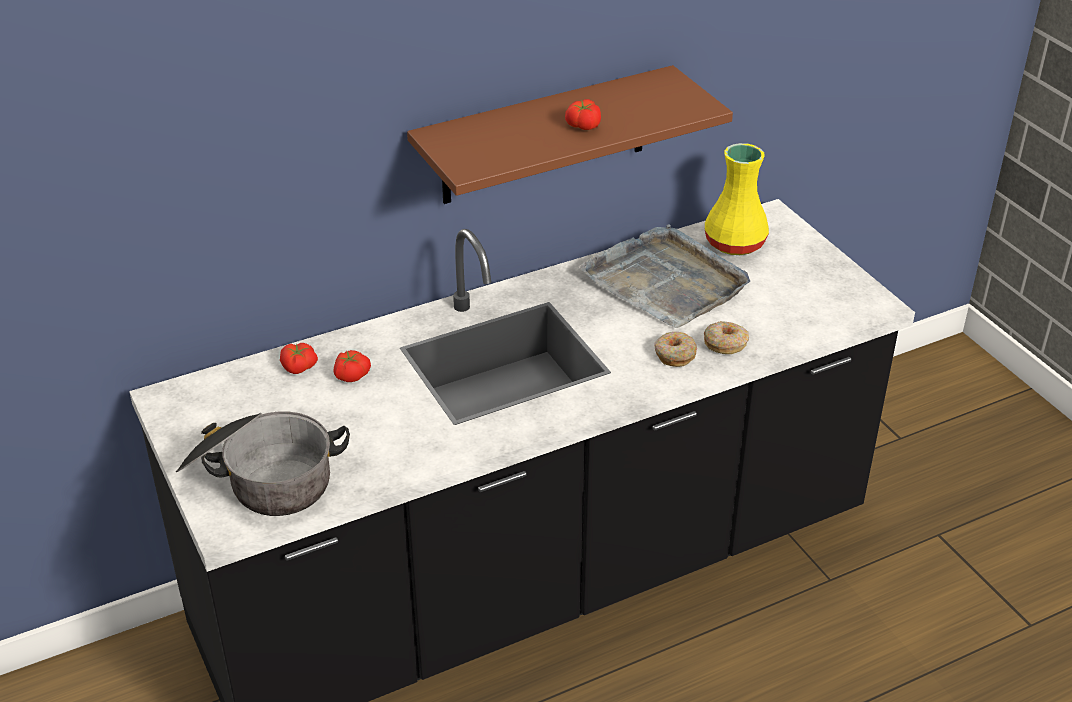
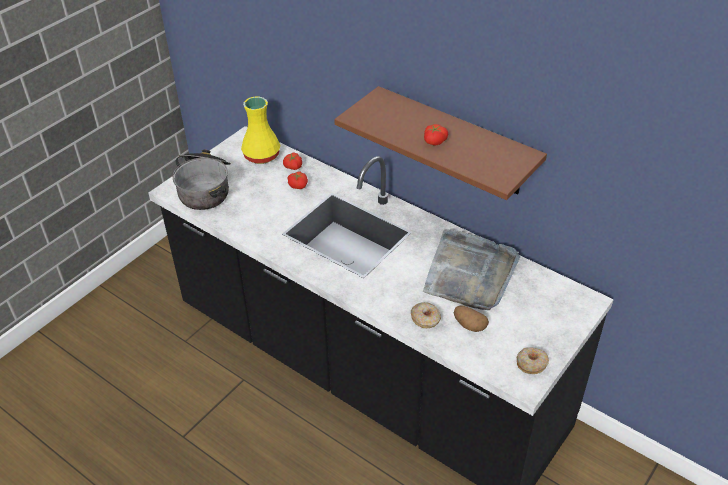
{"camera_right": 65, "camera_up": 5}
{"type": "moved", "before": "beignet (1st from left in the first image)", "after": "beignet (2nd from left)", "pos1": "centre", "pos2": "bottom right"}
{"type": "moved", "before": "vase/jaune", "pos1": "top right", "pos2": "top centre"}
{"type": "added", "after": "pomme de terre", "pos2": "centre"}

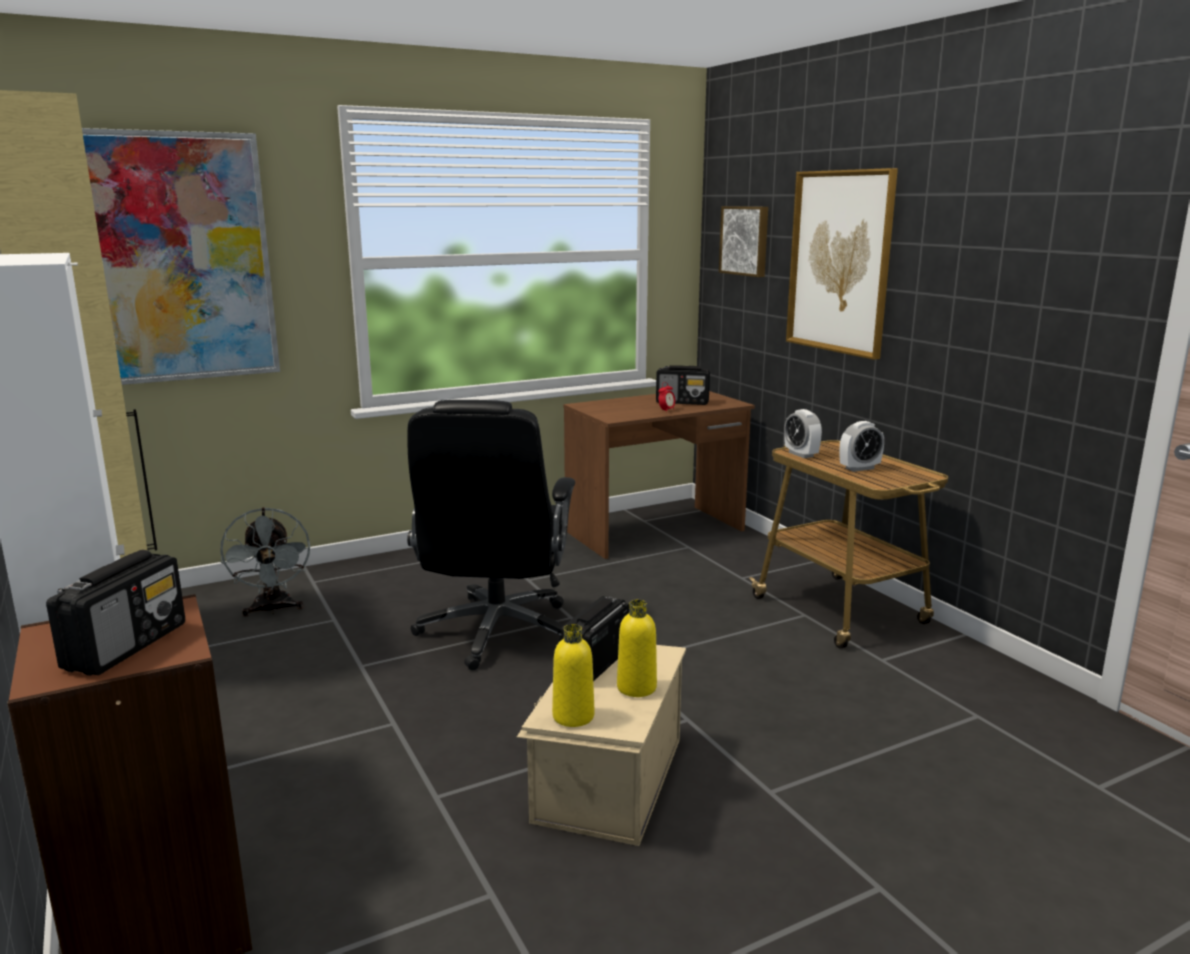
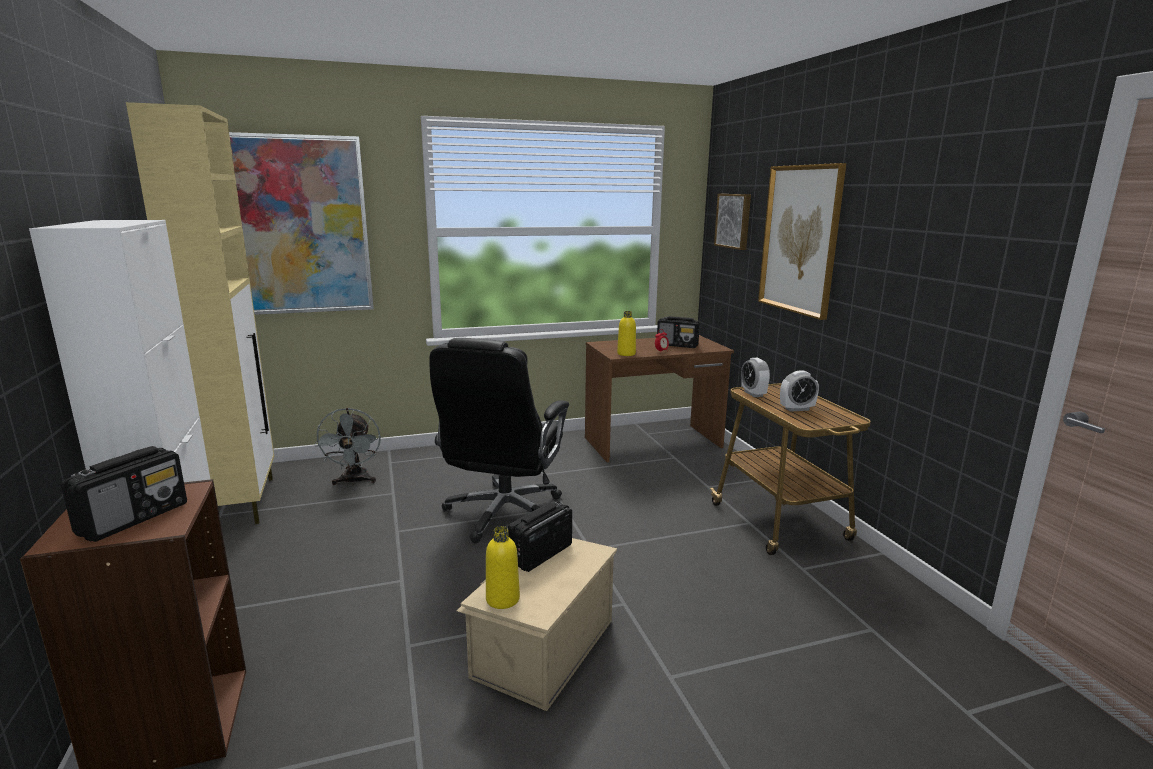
{"camera_right": 10, "camera_up": 0}
{"type": "moved", "before": "bouteille/jaune (2nd from left)", "pos1": "bottom centre", "pos2": "centre"}

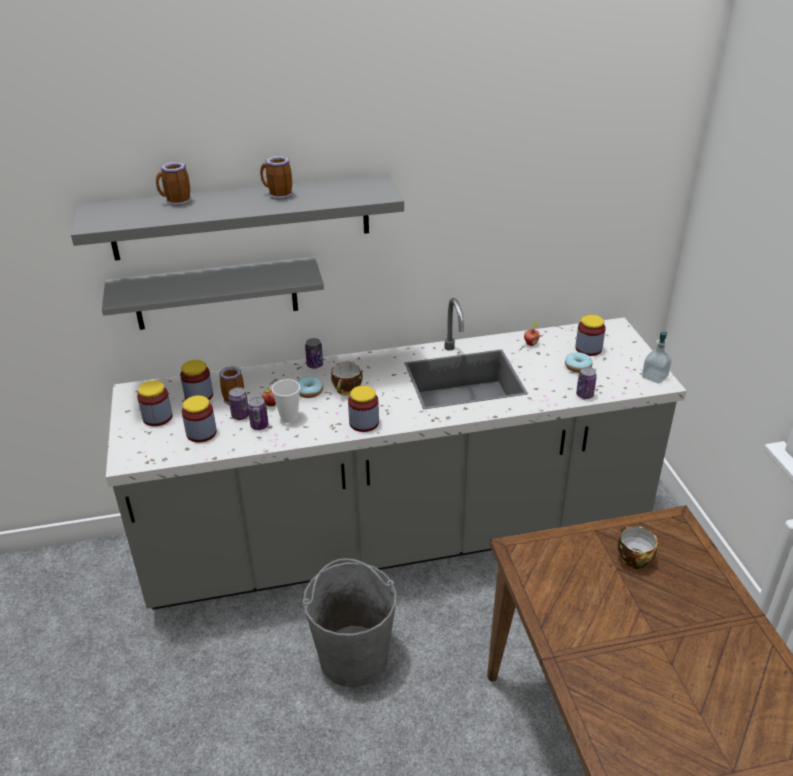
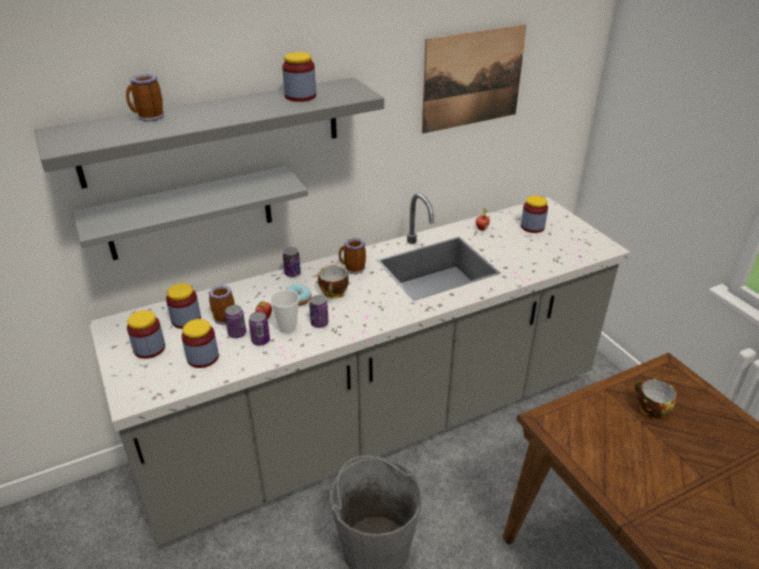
{"camera_right": -15, "camera_up": 0}
{"type": "moved", "before": "mug (3rd from left)", "pos1": "top centre", "pos2": "centre"}
{"type": "moved", "before": "bocal (4th from left)", "pos1": "centre", "pos2": "top centre"}
{"type": "removed", "before": "beignet (2nd from left)", "pos1": "middle right"}
{"type": "moved", "before": "boîte métallique (4th from left)", "pos1": "middle right", "pos2": "centre"}
{"type": "removed", "before": "distributeur de savon", "pos1": "middle right"}
{"type": "added", "after": "tableau", "pos2": "top centre"}

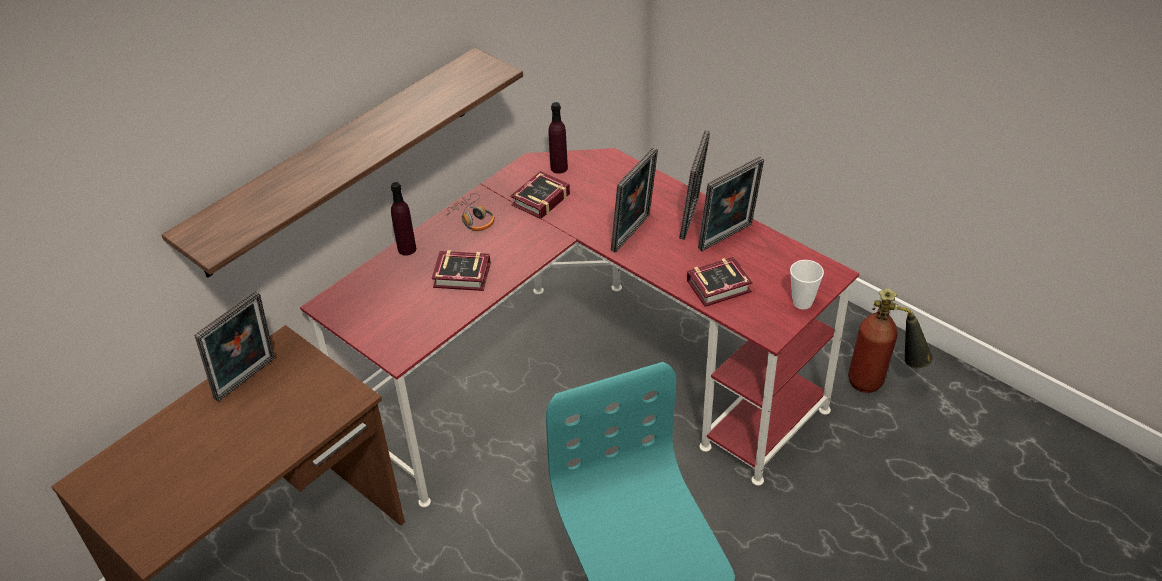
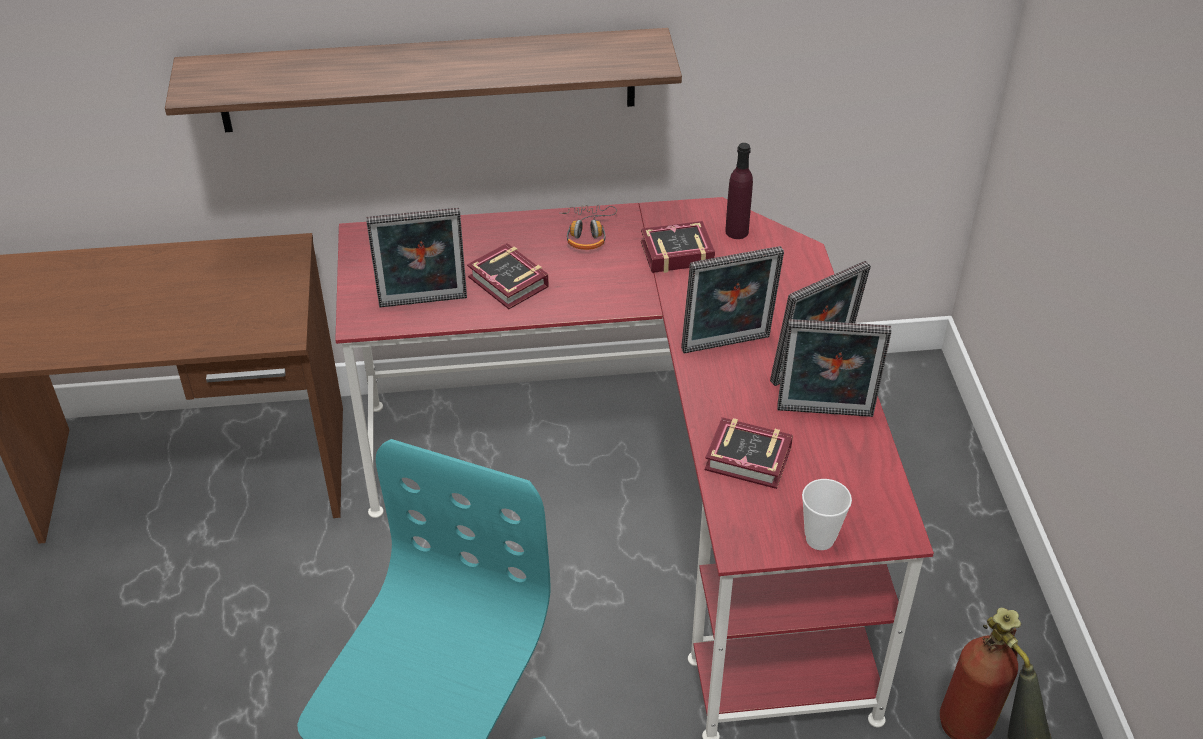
{"camera_right": 40, "camera_up": 0}
{"type": "moved", "before": "cadre photo (1st from left)", "pos1": "middle left", "pos2": "centre"}
{"type": "removed", "before": "bouteille/violet (1st from left)", "pos1": "centre"}

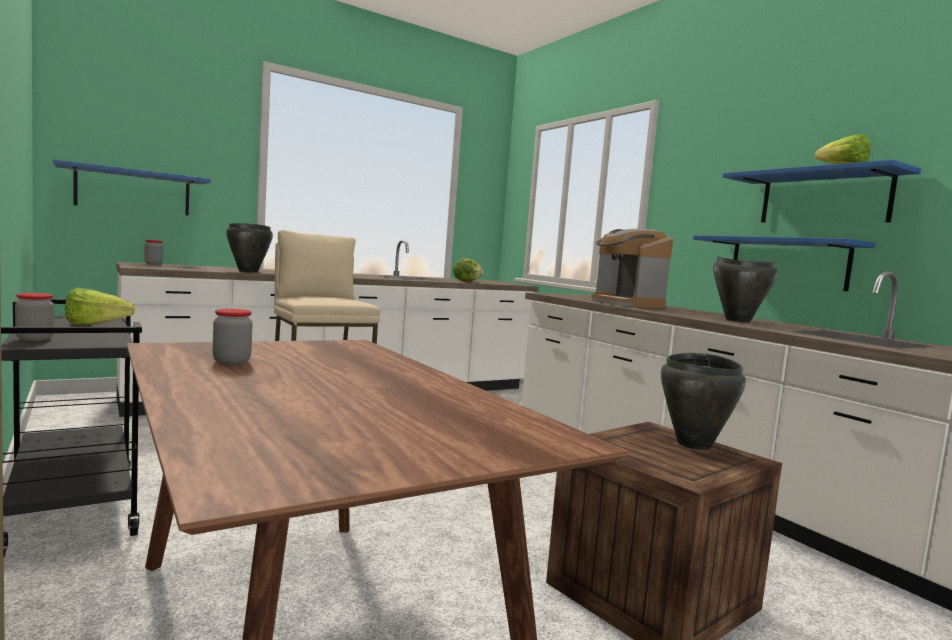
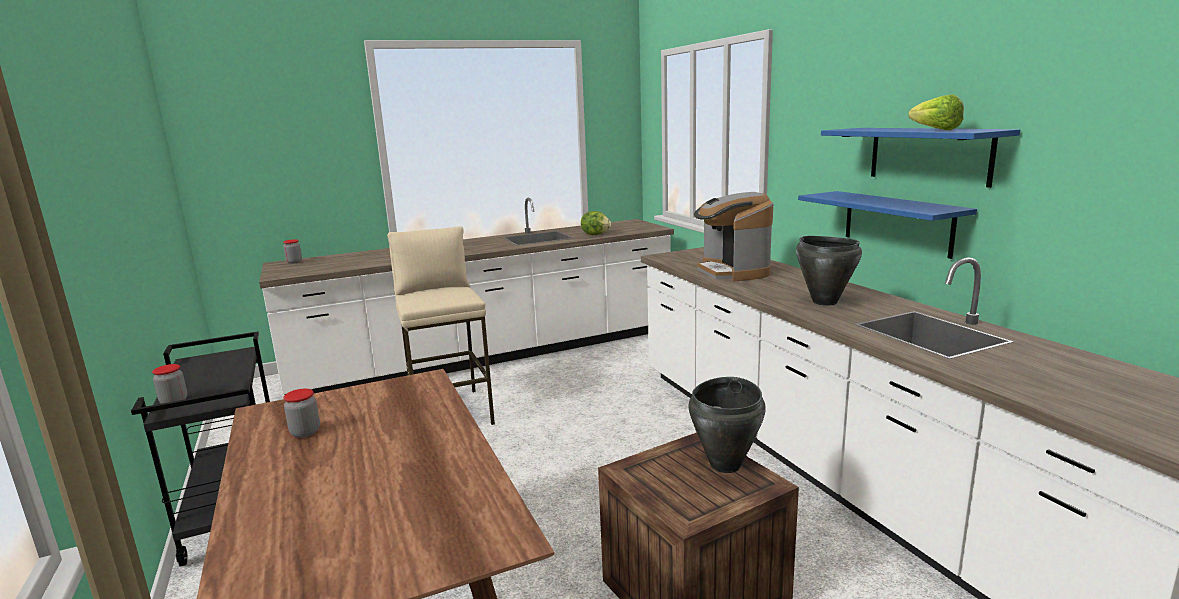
{"camera_right": 10, "camera_up": 10}
{"type": "removed", "before": "étagère/bleu (1st from left)", "pos1": "top left"}
{"type": "removed", "before": "laitue (1st from left)", "pos1": "middle left"}
{"type": "removed", "before": "marmite/noir (1st from left)", "pos1": "middle left"}

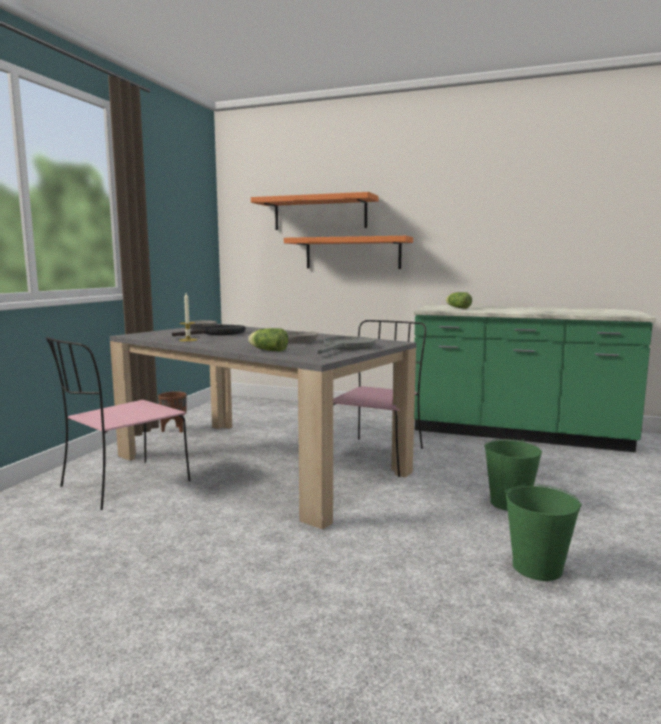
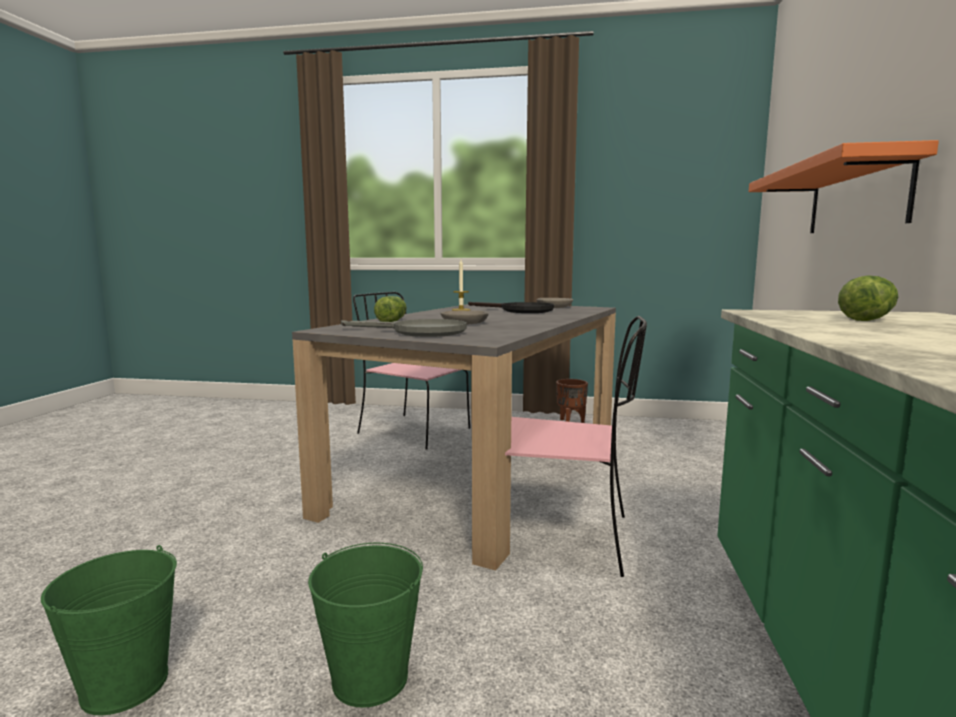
{"camera_right": 80, "camera_up": 0}
{"type": "removed", "before": "étagère/orange (1st from left)", "pos1": "top centre"}

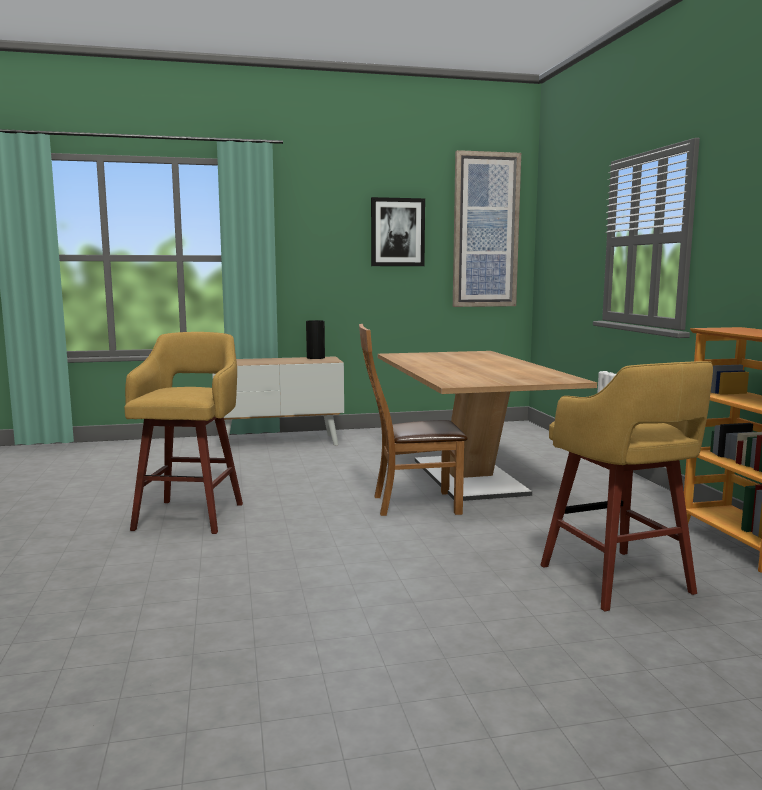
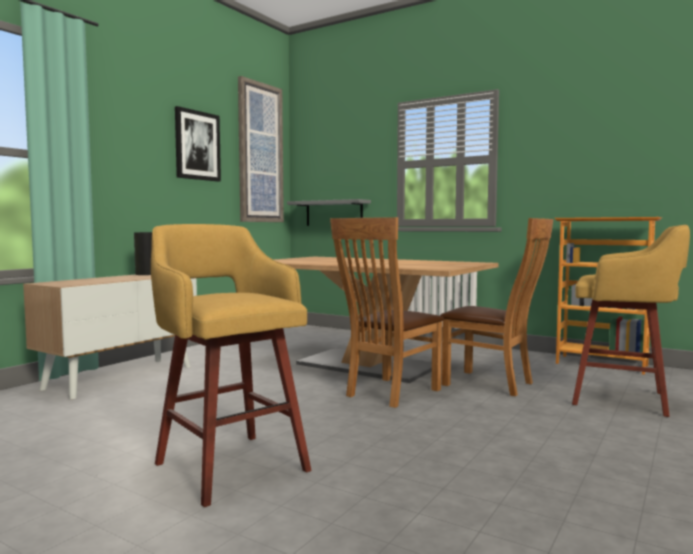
{"camera_right": -45, "camera_up": -5}
{"type": "added", "after": "étagère/gris", "pos2": "centre"}
{"type": "added", "after": "chaise/marron (2nd from left)", "pos2": "middle right"}

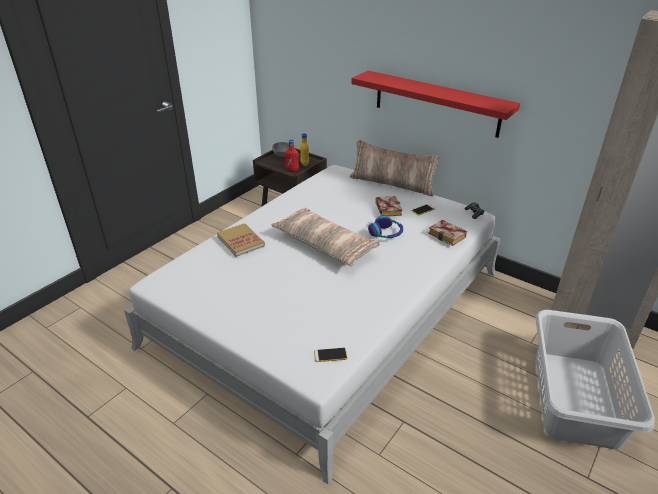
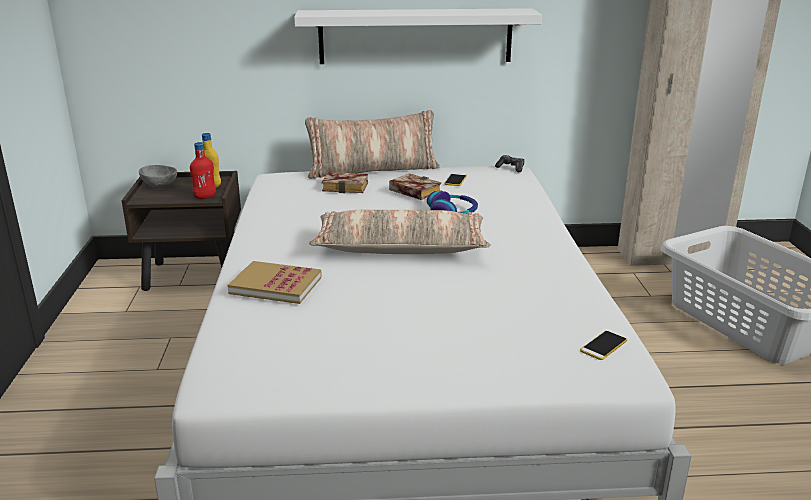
{"camera_right": -40, "camera_up": -10}
{"type": "recoloured", "before": "étagère/rouge", "after": "étagère/blanc", "pos1": "top centre", "pos2": "top centre"}
{"type": "moved", "before": "livre (3rd from left in the first image)", "after": "livre (2nd from left)", "pos1": "middle right", "pos2": "centre"}

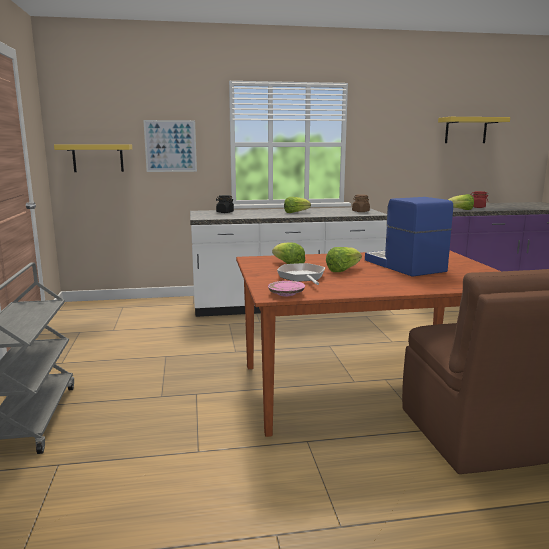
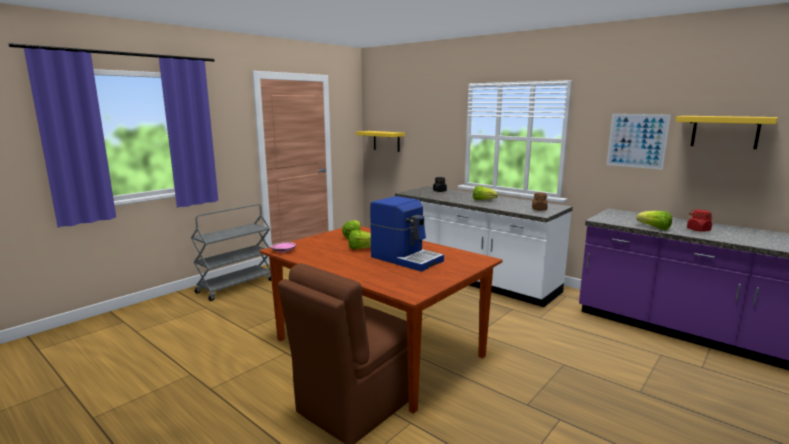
{"camera_right": 50, "camera_up": 0}
{"type": "moved", "before": "tableau", "pos1": "top left", "pos2": "top right"}
{"type": "removed", "before": "poêle", "pos1": "centre"}
{"type": "turned", "before": "machine à café", "pos1": "middle right", "pos2": "centre", "turn": 105}

